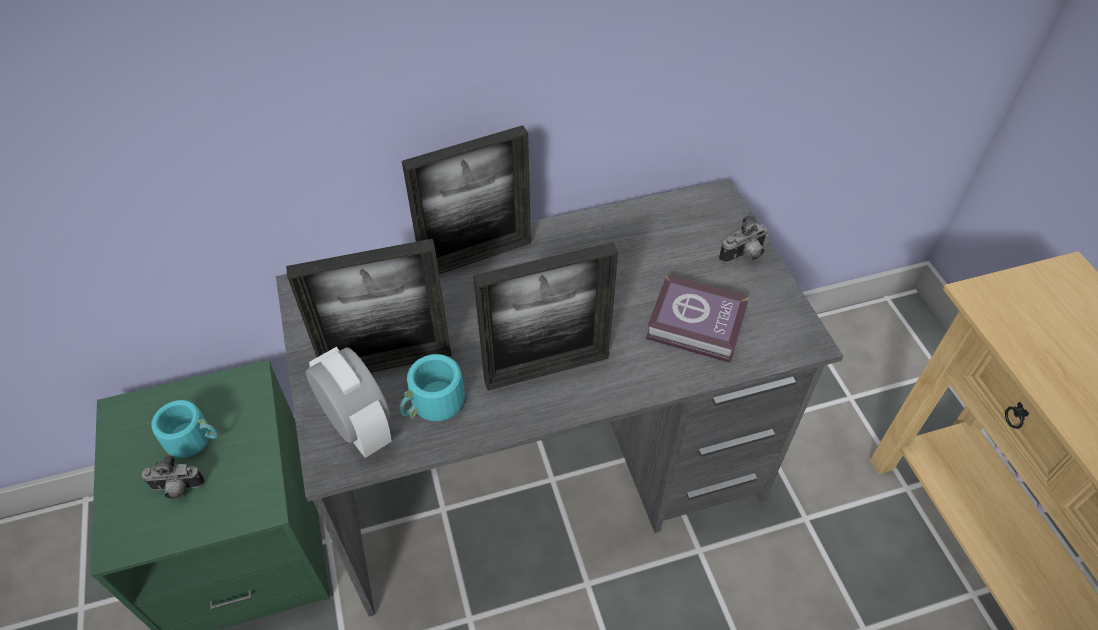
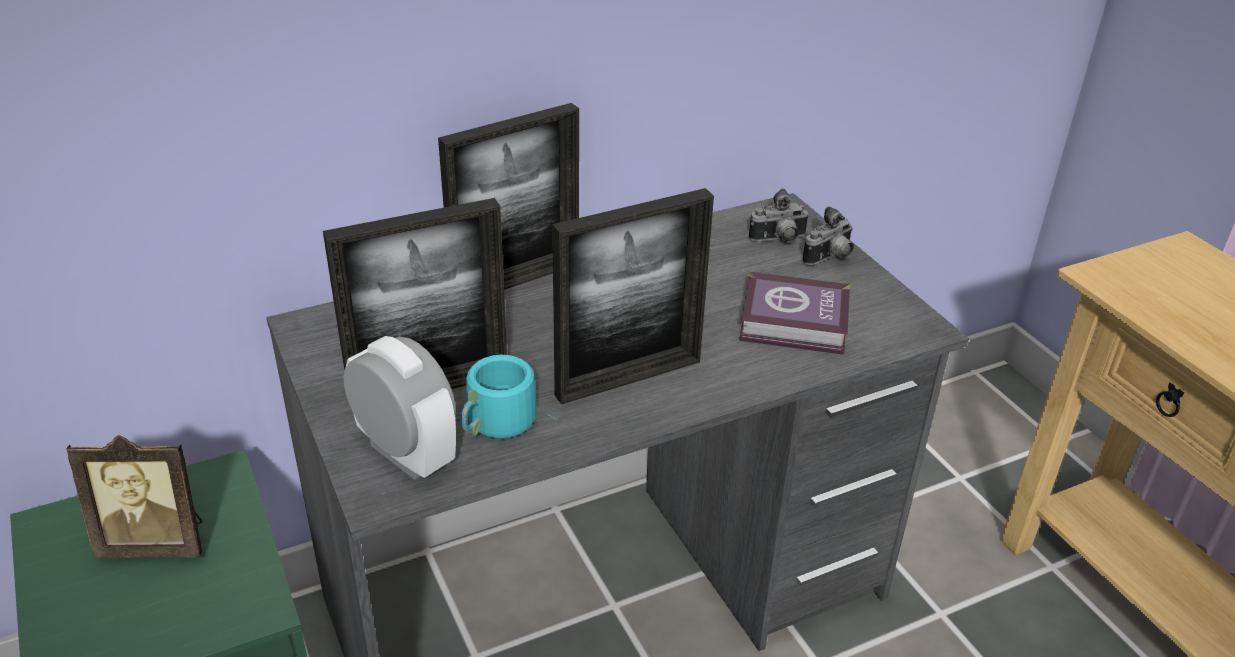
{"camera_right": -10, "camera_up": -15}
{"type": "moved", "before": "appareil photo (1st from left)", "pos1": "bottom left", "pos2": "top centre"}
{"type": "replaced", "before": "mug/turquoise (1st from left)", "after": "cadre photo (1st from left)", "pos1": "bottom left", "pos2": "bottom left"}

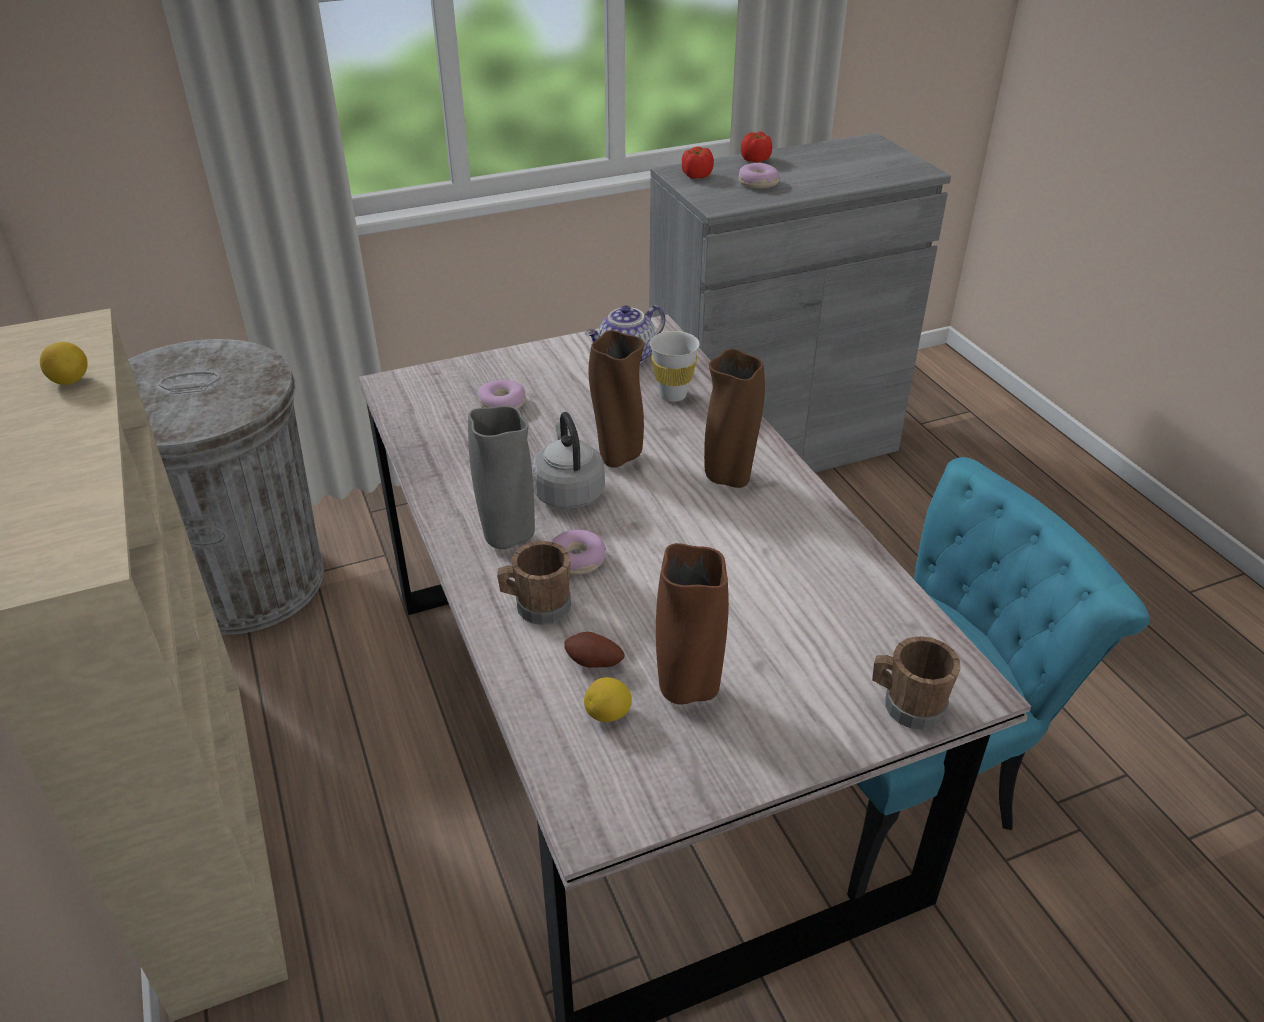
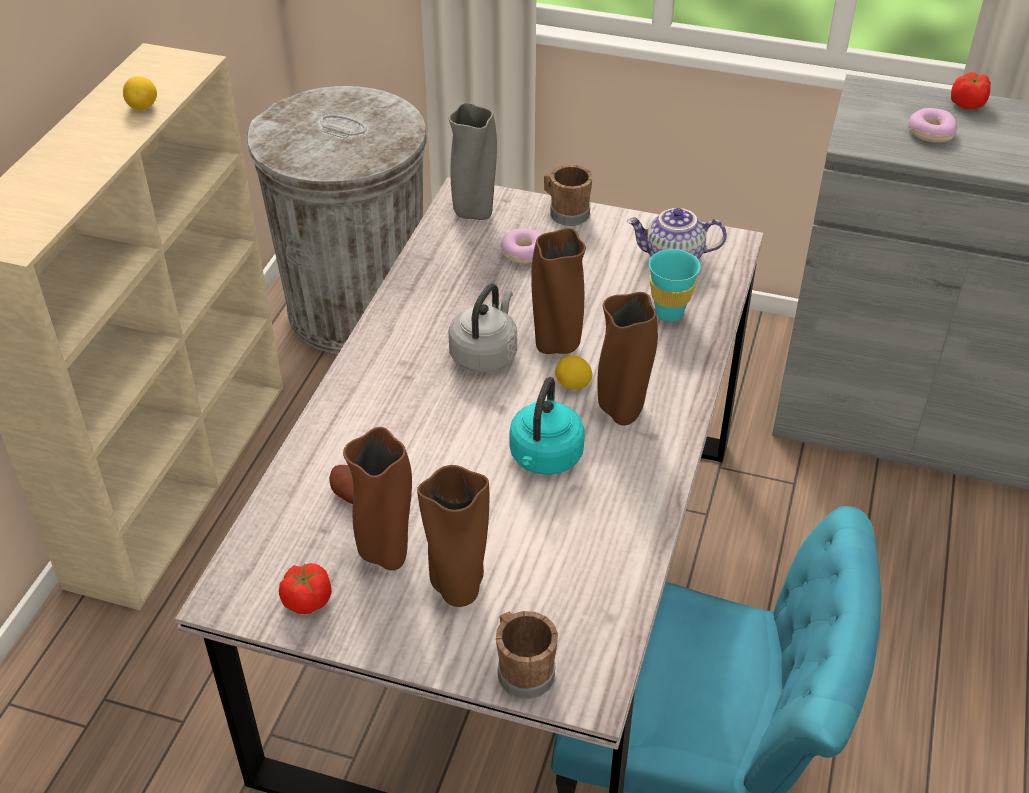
{"camera_right": 40, "camera_up": 5}
{"type": "moved", "before": "vase/gris", "pos1": "centre", "pos2": "top centre"}
{"type": "moved", "before": "mug/marron (1st from left in the first image)", "after": "mug/marron (2nd from left)", "pos1": "centre", "pos2": "top centre"}
{"type": "removed", "before": "beignet (2nd from left)", "pos1": "centre"}
{"type": "moved", "before": "citron (2nd from left)", "pos1": "bottom centre", "pos2": "centre"}
{"type": "recoloured", "before": "tasse/blanc", "after": "tasse/turquoise", "pos1": "centre", "pos2": "centre"}
{"type": "moved", "before": "tomate (1st from left)", "pos1": "top centre", "pos2": "bottom left"}
{"type": "added", "after": "vase/marron (2nd from left)", "pos2": "bottom centre"}
{"type": "added", "after": "bouilloire/turquoise", "pos2": "centre"}

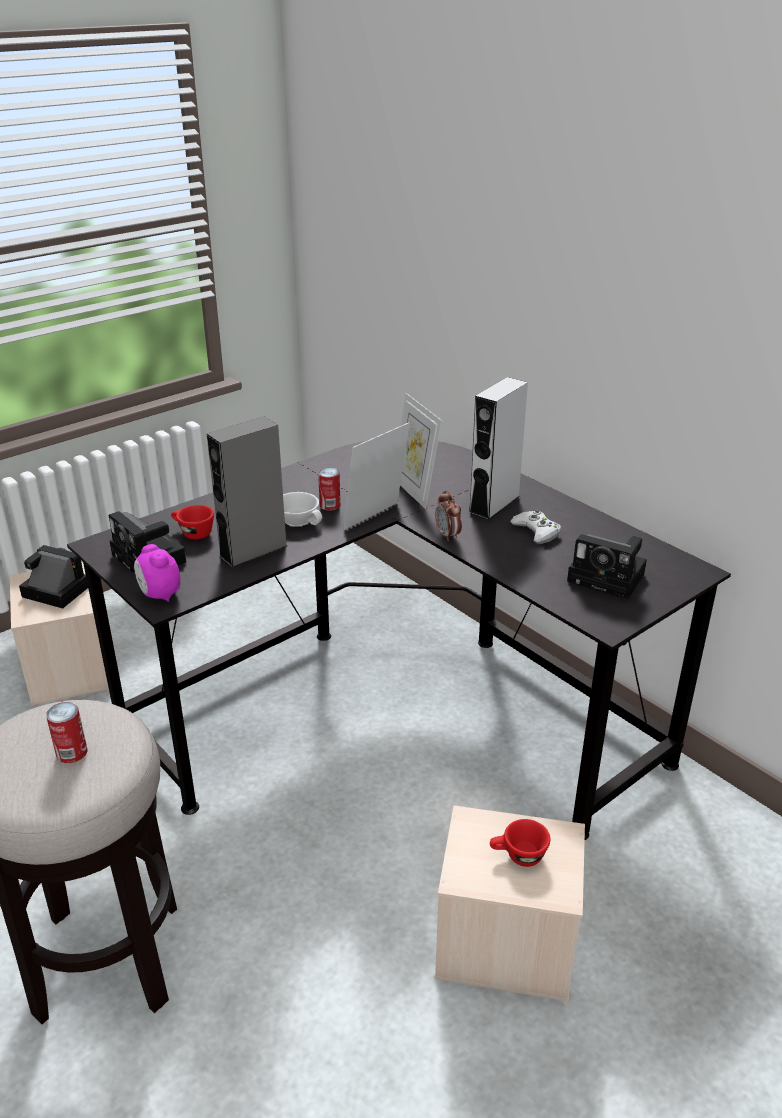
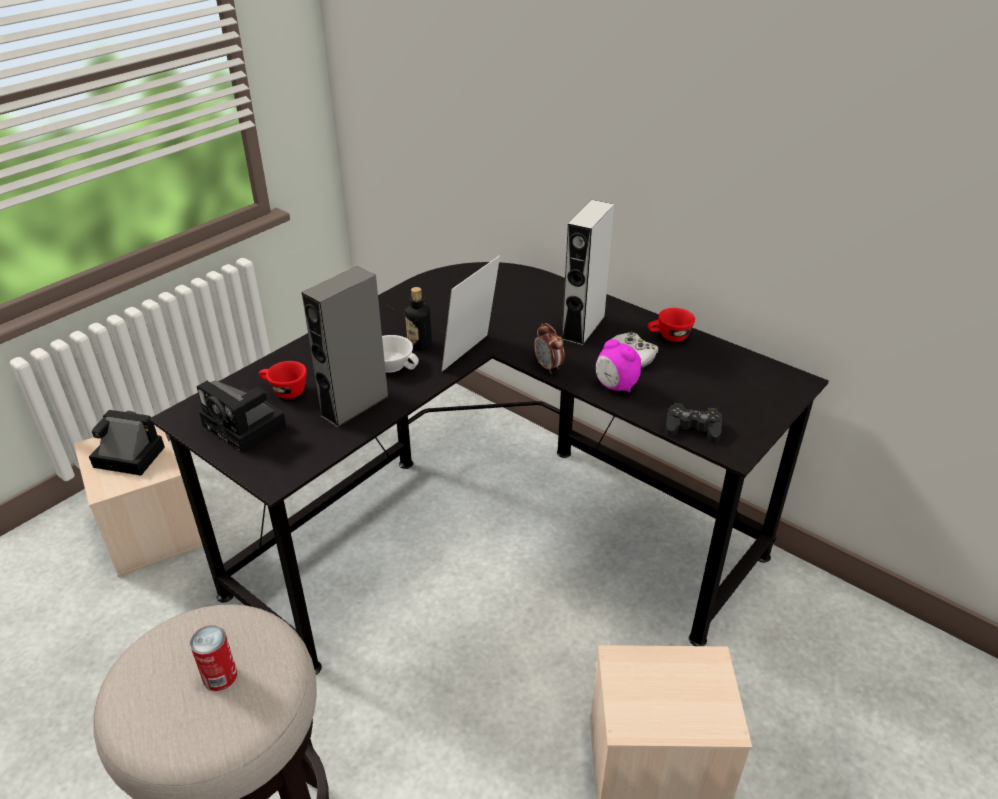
{"camera_right": -10, "camera_up": 5}
{"type": "moved", "before": "réveil (1st from left in the first image)", "after": "réveil (2nd from left)", "pos1": "middle left", "pos2": "centre"}
{"type": "replaced", "before": "boîte métallique (2nd from left)", "after": "bouteille", "pos1": "centre", "pos2": "centre"}
{"type": "removed", "before": "cadre photo (2nd from left)", "pos1": "centre"}
{"type": "moved", "before": "tasse/rouge (2nd from left)", "pos1": "bottom centre", "pos2": "middle right"}
{"type": "removed", "before": "appareil photo (3rd from left)", "pos1": "middle right"}
{"type": "added", "after": "manette/noir", "pos2": "middle right"}

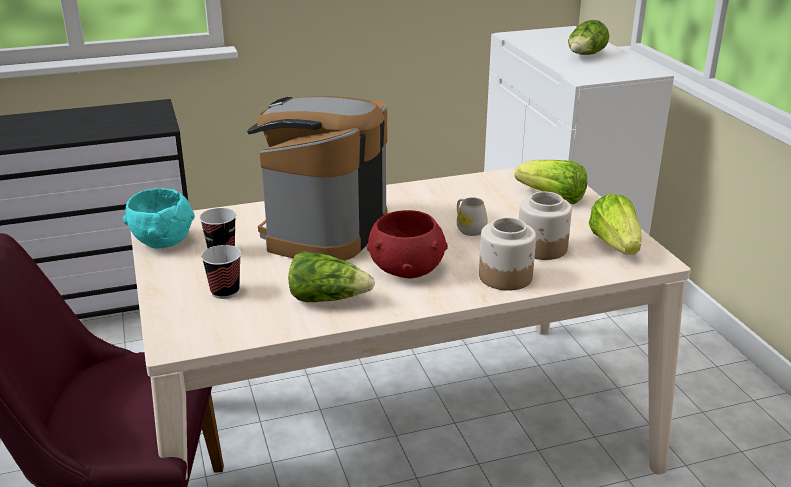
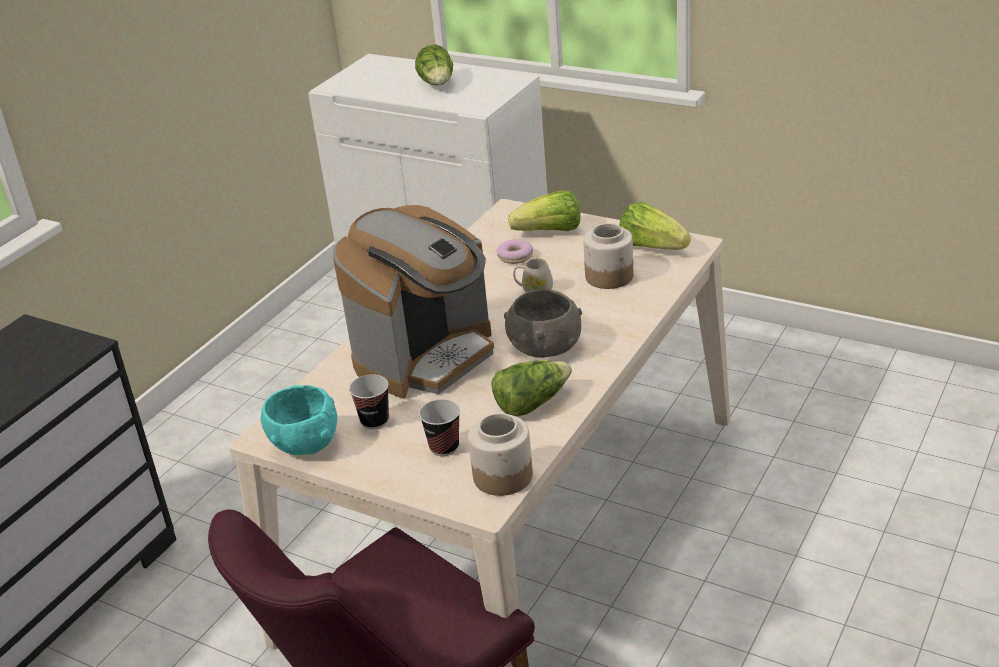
{"camera_right": -40, "camera_up": 5}
{"type": "turned", "before": "machine à café", "pos1": "centre", "pos2": "centre", "turn": -120}
{"type": "recoloured", "before": "bol/rouge", "after": "bol/gris", "pos1": "centre", "pos2": "centre"}
{"type": "moved", "before": "bocal (1st from left)", "pos1": "centre", "pos2": "bottom centre"}
{"type": "added", "after": "beignet", "pos2": "centre"}

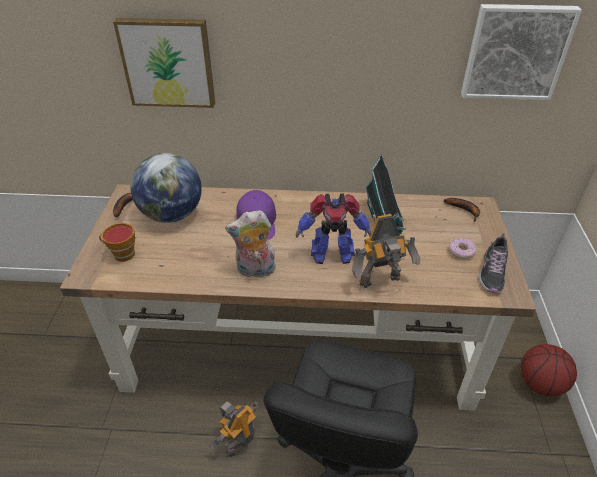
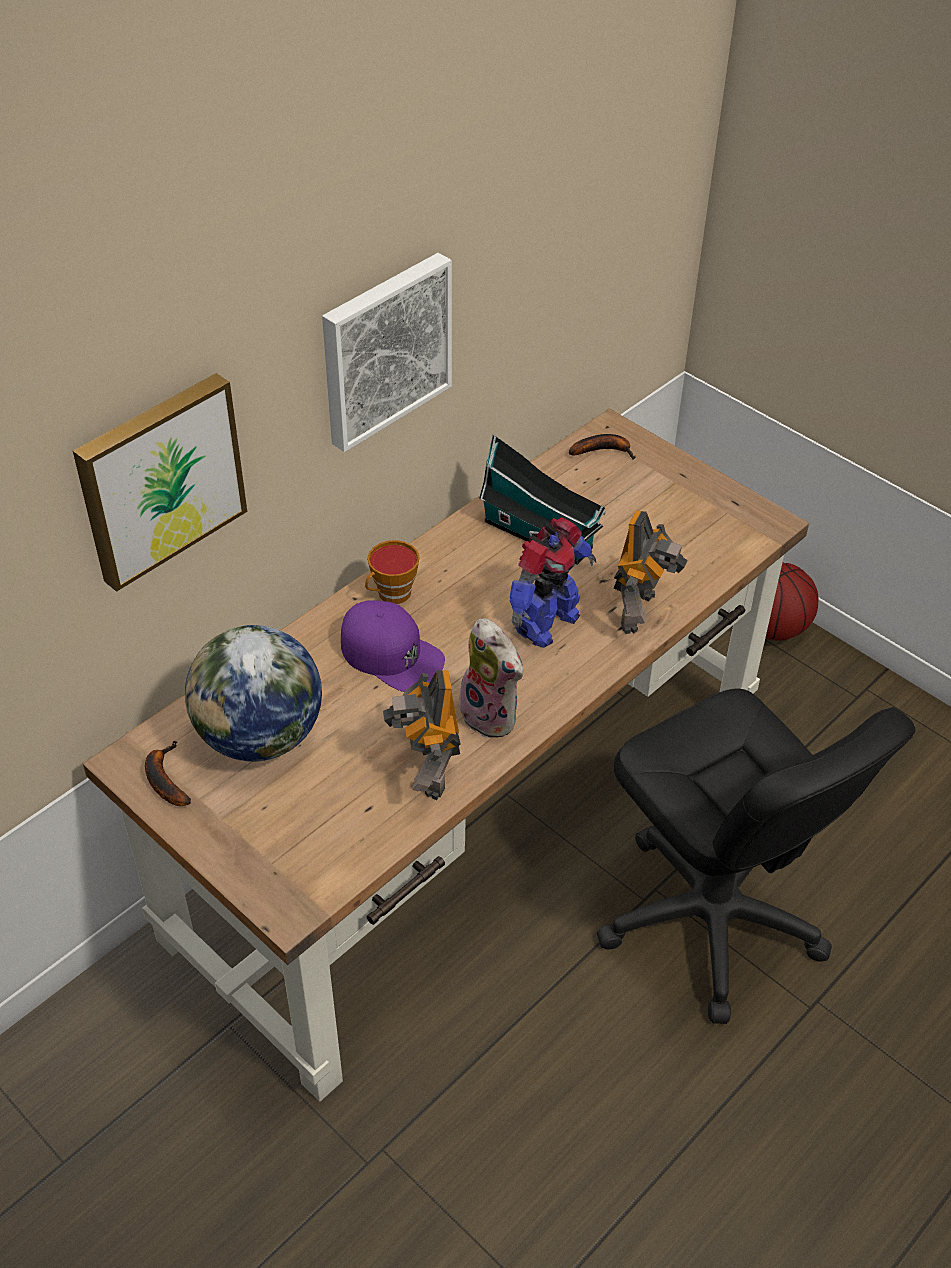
{"camera_right": -50, "camera_up": 5}
{"type": "moved", "before": "tasse", "pos1": "middle left", "pos2": "centre"}
{"type": "moved", "before": "robot jouet (1st from left)", "pos1": "bottom centre", "pos2": "centre"}
{"type": "turned", "before": "peluche", "pos1": "centre", "pos2": "centre", "turn": -75}
{"type": "removed", "before": "beignet", "pos1": "middle right"}
{"type": "moved", "before": "tableau (2nd from left)", "pos1": "top right", "pos2": "top centre"}
{"type": "removed", "before": "chaussure", "pos1": "middle right"}

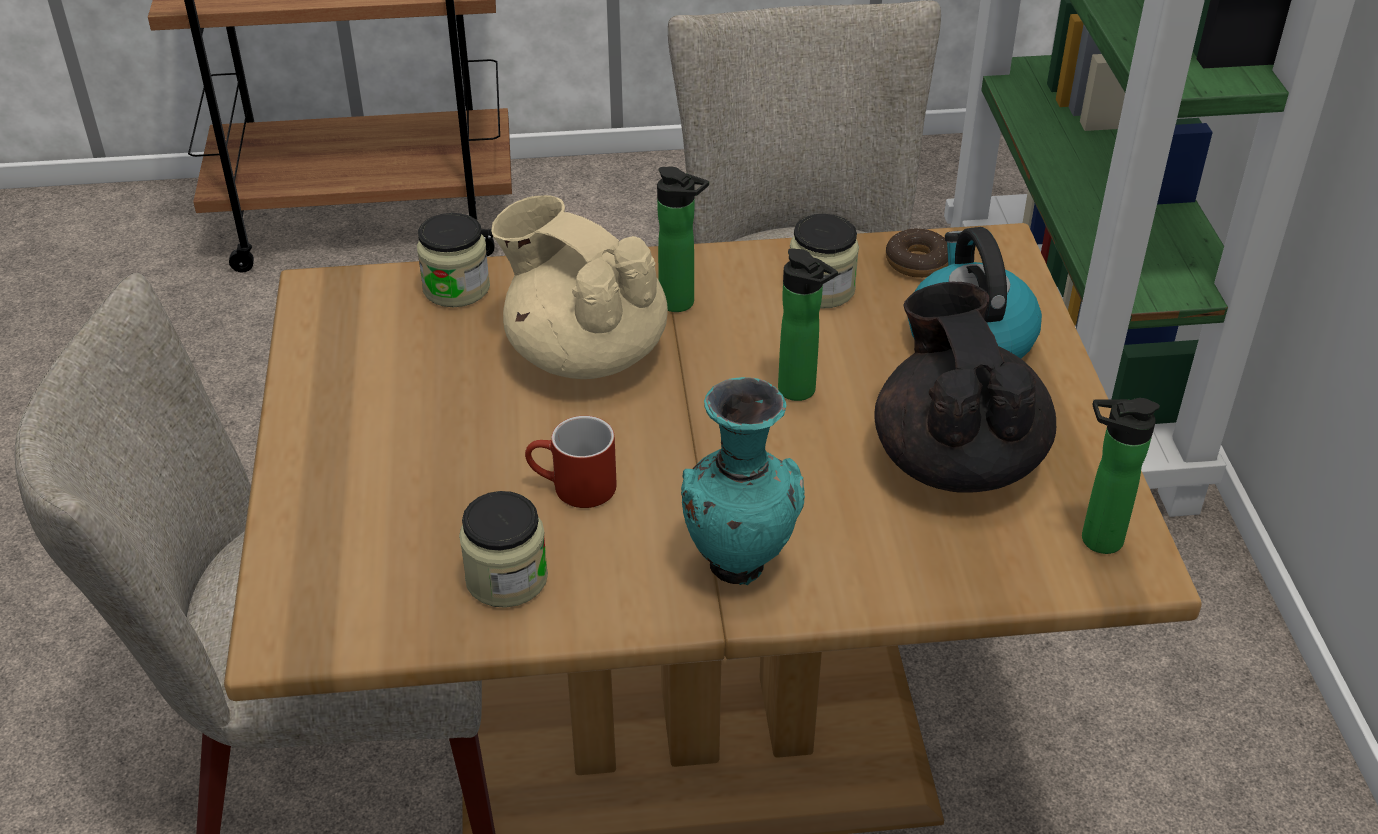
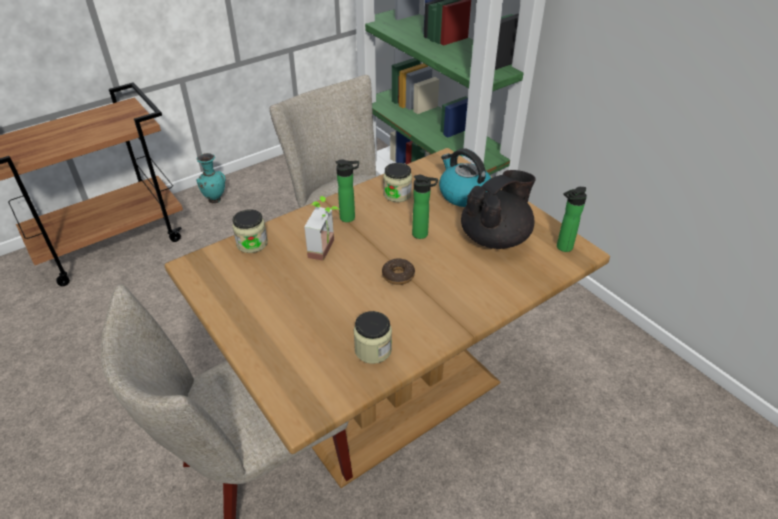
{"camera_right": -30, "camera_up": 0}
{"type": "replaced", "before": "théière/beige", "after": "plante en pot", "pos1": "centre", "pos2": "centre"}
{"type": "removed", "before": "mug/rouge", "pos1": "centre"}
{"type": "moved", "before": "vase/turquoise", "pos1": "centre", "pos2": "middle left"}
{"type": "turned", "before": "théière/noir", "pos1": "middle right", "pos2": "centre", "turn": 90}
{"type": "moved", "before": "beignet", "pos1": "top centre", "pos2": "centre"}

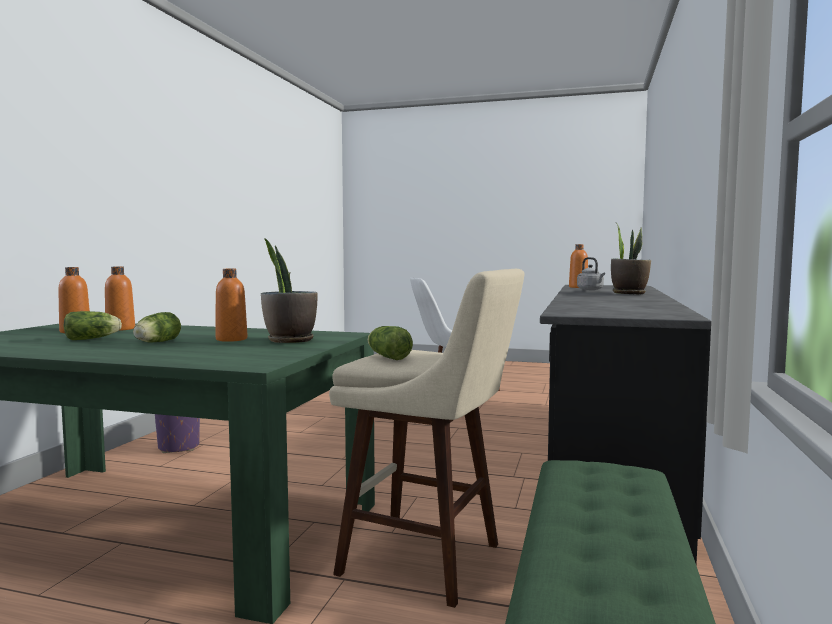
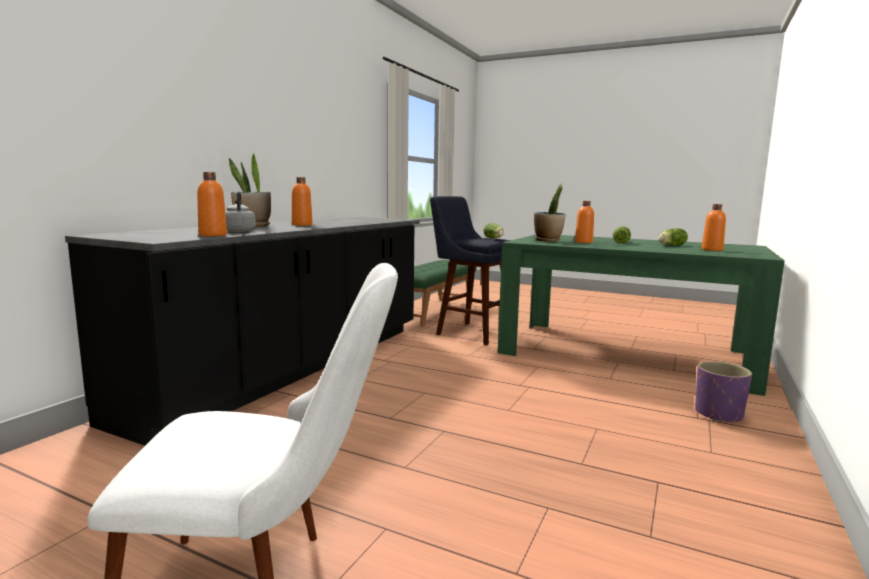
{"camera_right": -170, "camera_up": 5}
{"type": "moved", "before": "bouteille/orange (2nd from left)", "pos1": "middle left", "pos2": "centre"}
{"type": "recoloured", "before": "tabouret/beige", "after": "tabouret/bleu", "pos1": "bottom centre", "pos2": "centre"}

